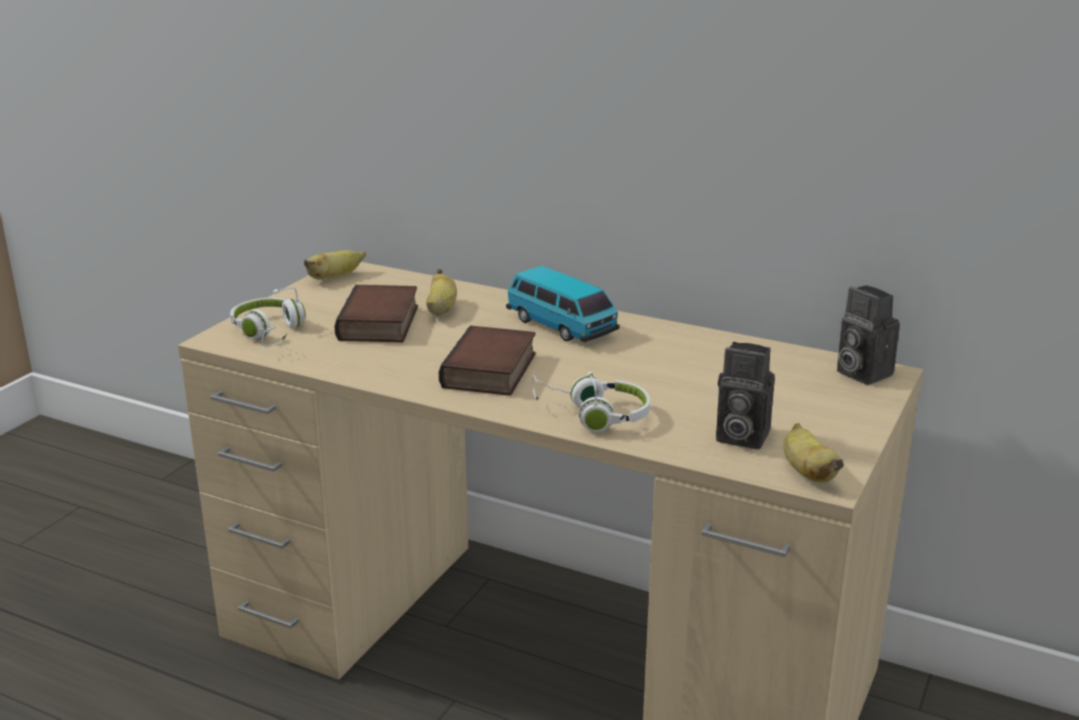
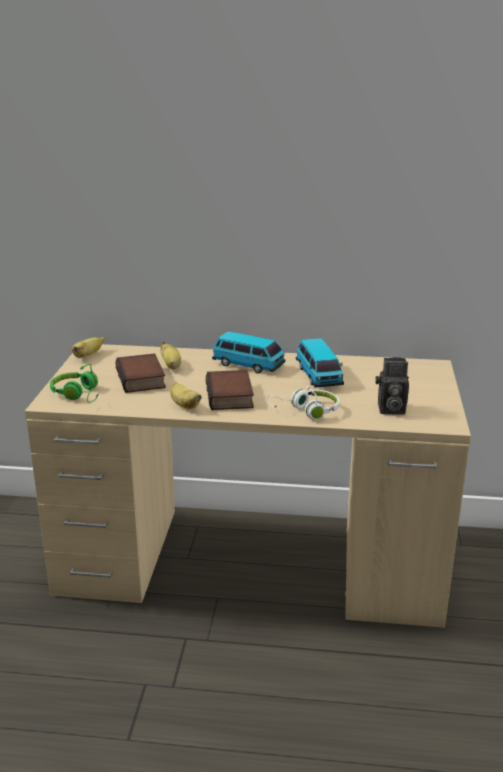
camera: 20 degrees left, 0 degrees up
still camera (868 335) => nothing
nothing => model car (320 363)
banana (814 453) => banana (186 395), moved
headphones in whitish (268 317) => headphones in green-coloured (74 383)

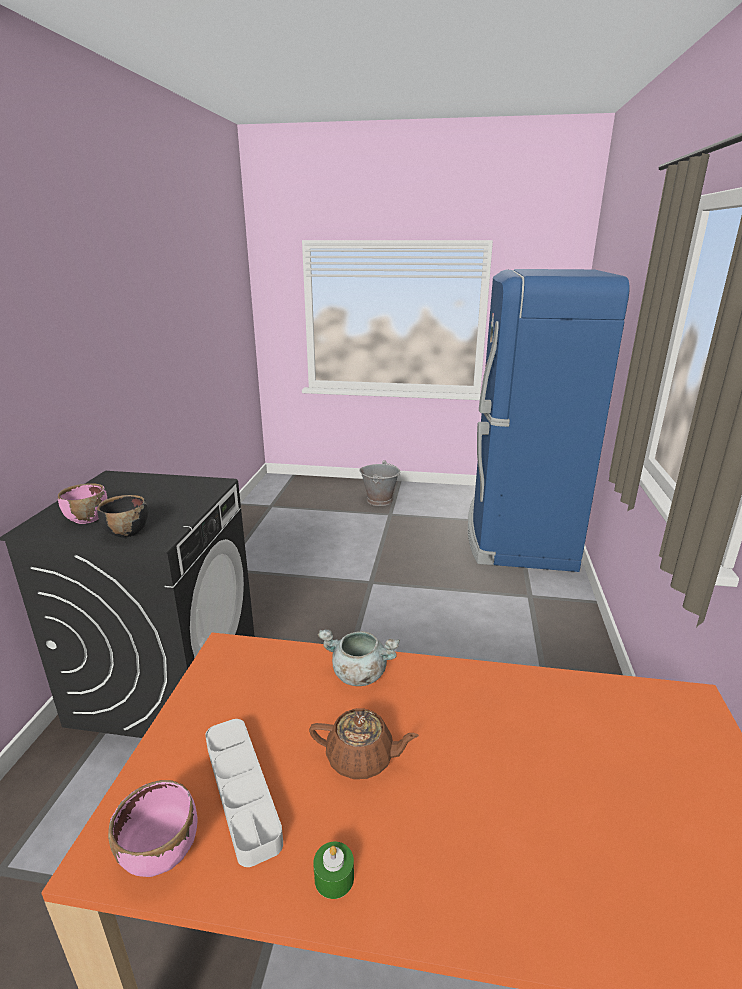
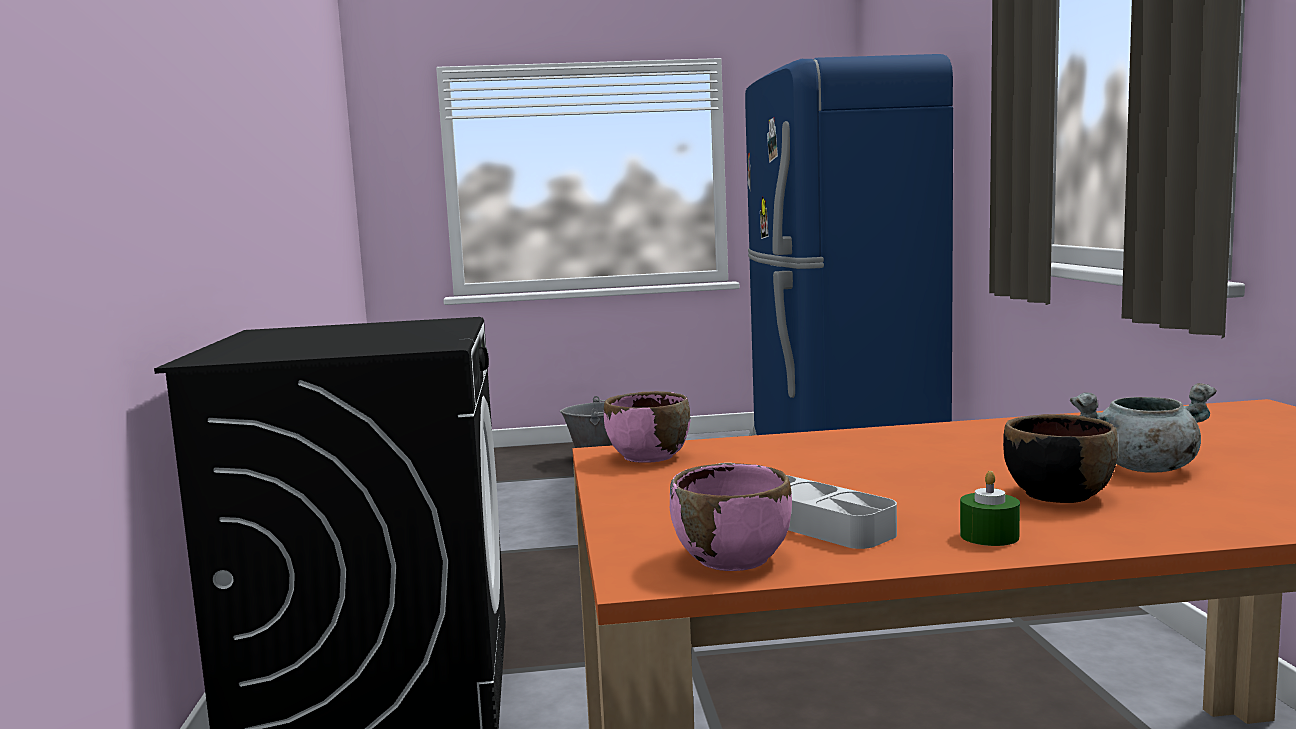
camera: 15 degrees left, 15 degrees down
teapot in brown (364 744) => nothing
serving bowl in pink-coloured (82 503) => serving bowl in pink-coloured (647 427), moved
serving bowl in blackish (122 516) => serving bowl in blackish (1060 458), moved
cooking pot in greyish (359 657) => cooking pot in greyish (1143 428), moved

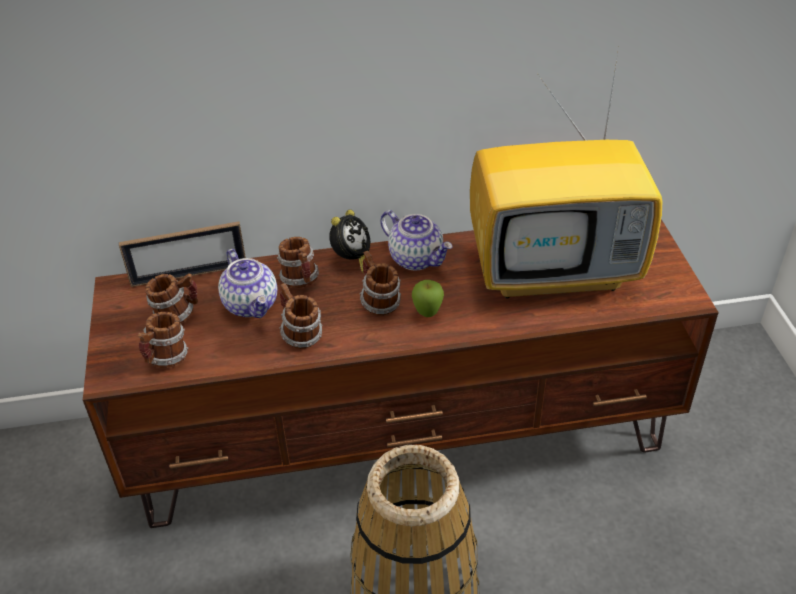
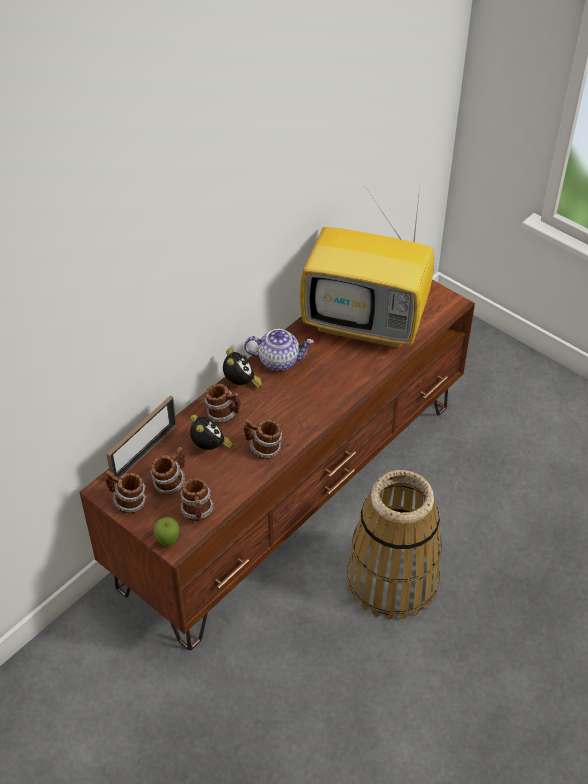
camera: 40 degrees left, 5 degrees up
mug (380 283) => mug (126 492), moved
apple fruit (428 298) => apple fruit (166 531), moved
teapot (247 283) => table clock (211 432)
TV (566 173) => TV (367 268), 60 degrees clockwise

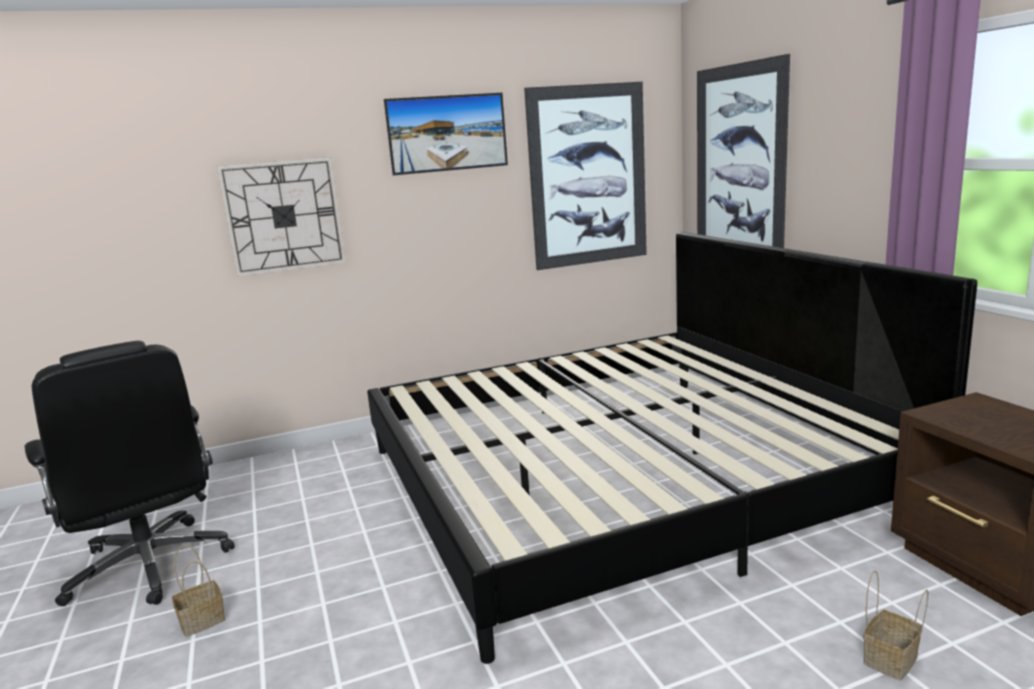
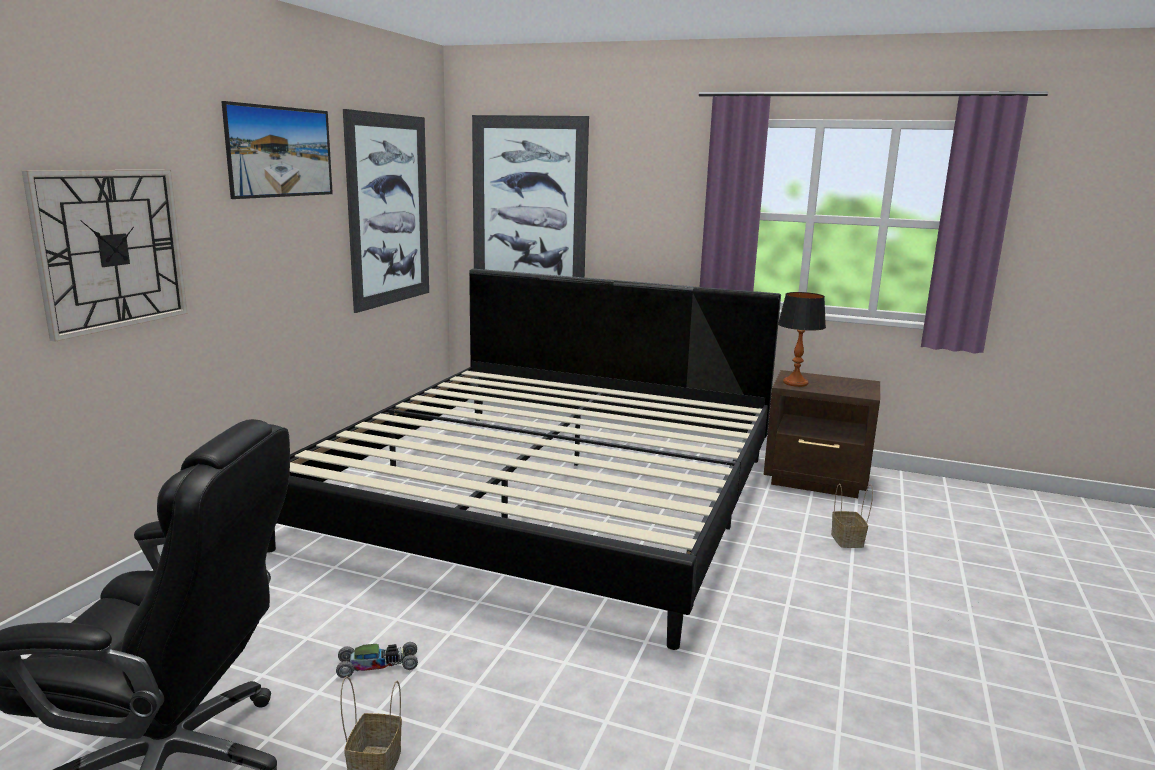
camera: 50 degrees left, 0 degrees up
nothing => model car (377 660)
nothing => tabletop lamp (802 339)

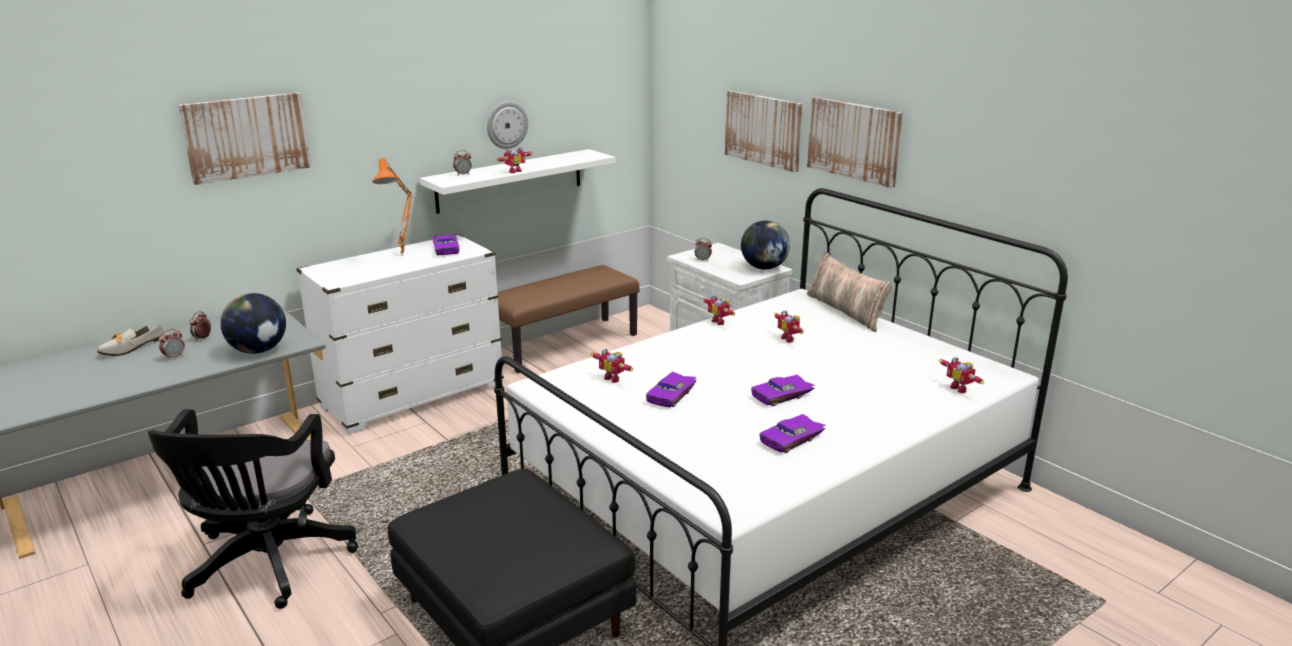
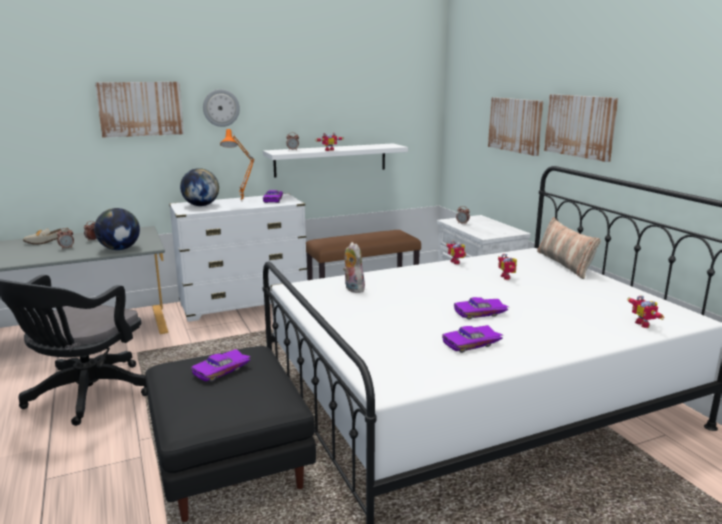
camera: 15 degrees right, 5 degrees down
hanging clock (507 125) => hanging clock (221 108), moved
model car in purple-coloured (671 389) => model car in purple-coloured (221 365), moved
desk globe (765 245) => desk globe (199 187), moved
robot figure (612 365) => plush toy (354 267)

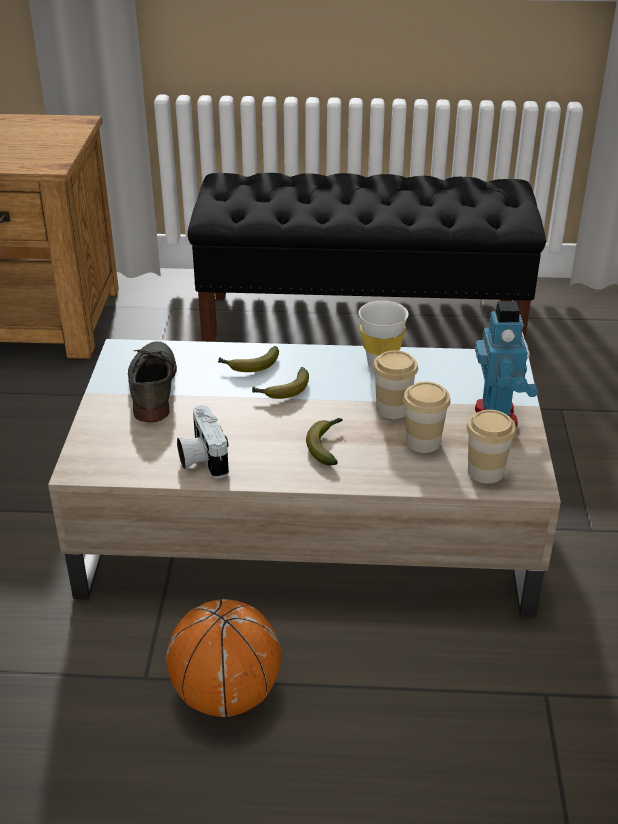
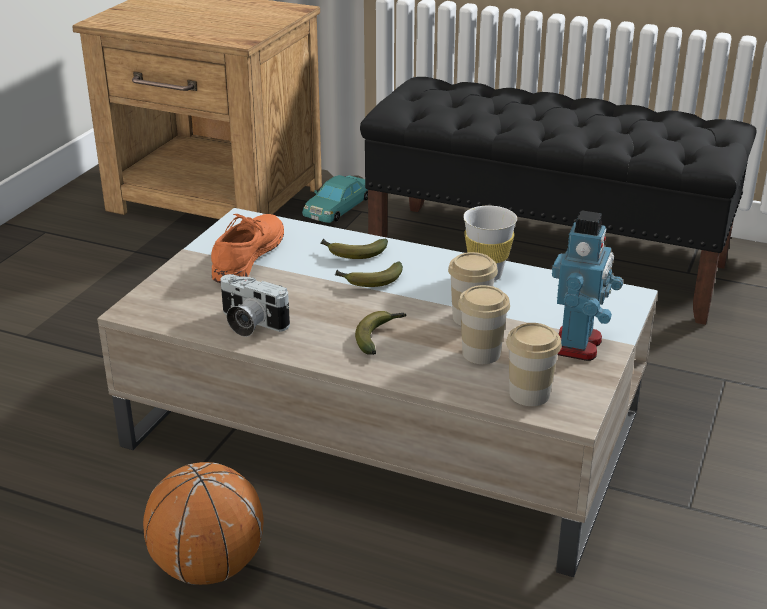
camera: 20 degrees right, 5 degrees down
nothing => model car in blue-green (335 199)
low shoe in greyish (152 382) => low shoe in orange-coloured (247 248)
still camera (203 441) => still camera (255 305), 60 degrees counterclockwise

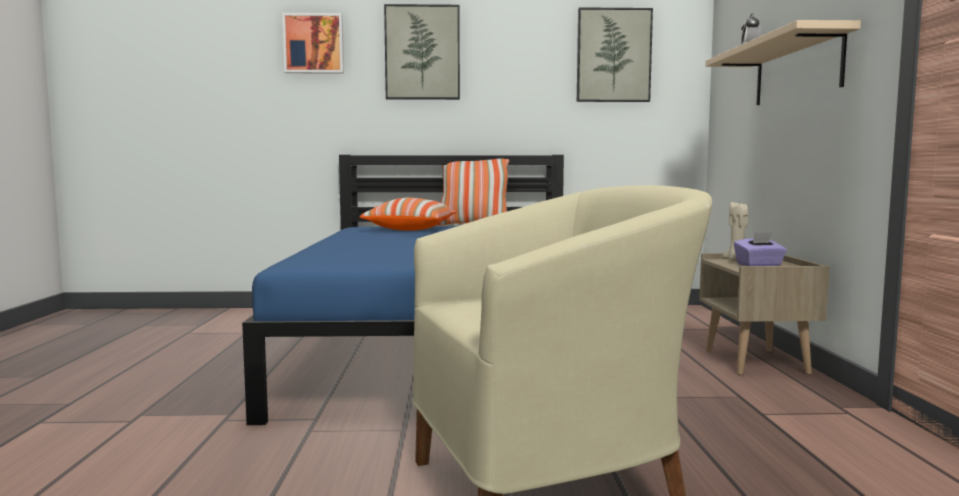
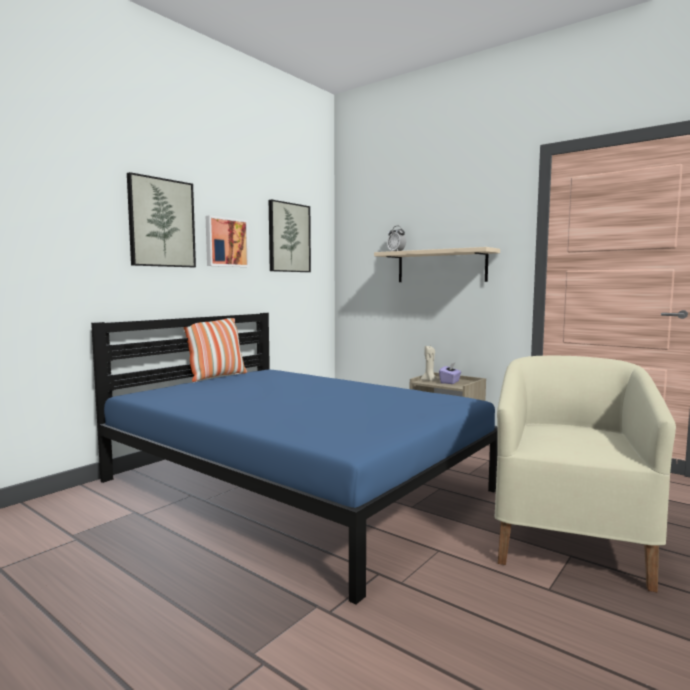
camera: 50 degrees left, 0 degrees up
pillow (408 214) => nothing
picture (313 43) => picture (227 241), moved

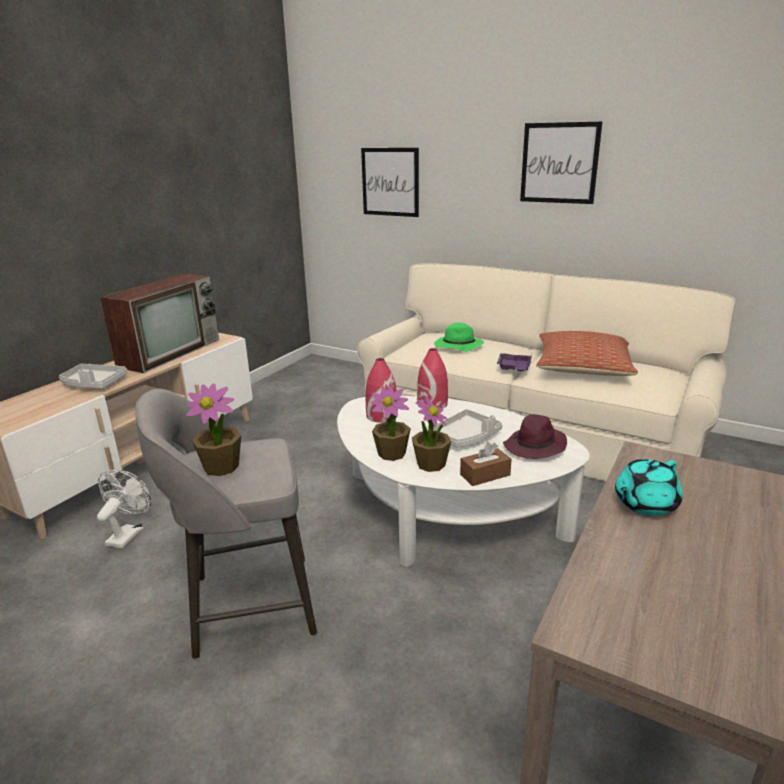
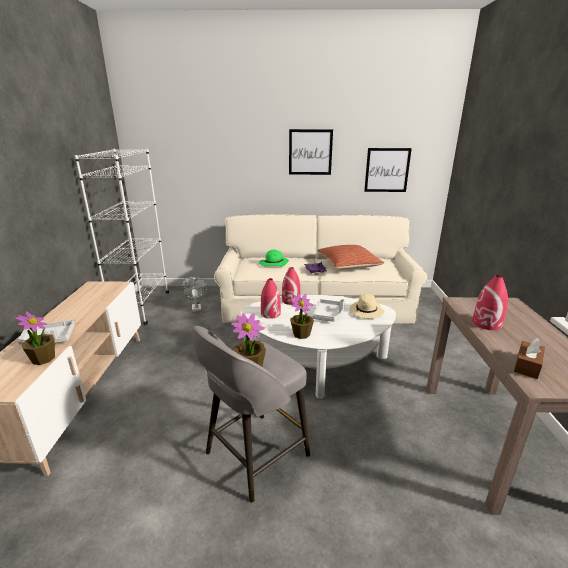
camera: 30 degrees left, 0 degrees up
TV (159 323) => nothing
nothing => shelving unit in whitish (122 237)
fan in whitish (124 509) => fan in whitish (194 294), moved
picture (390 182) => picture (388 170), moved
potted plant (431 434) => potted plant (35 338), moved
box of tissues in brown (486 464) => box of tissues in brown (529 358), moved
teapot in blue-green (649 487) => vase in red (490 302)
hat in purple-coloured (535 436) => hat in beige-coloured (367 306)

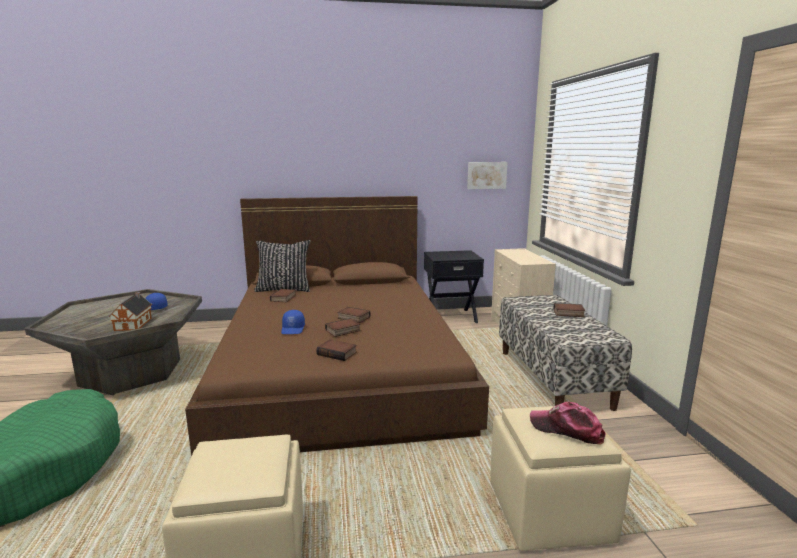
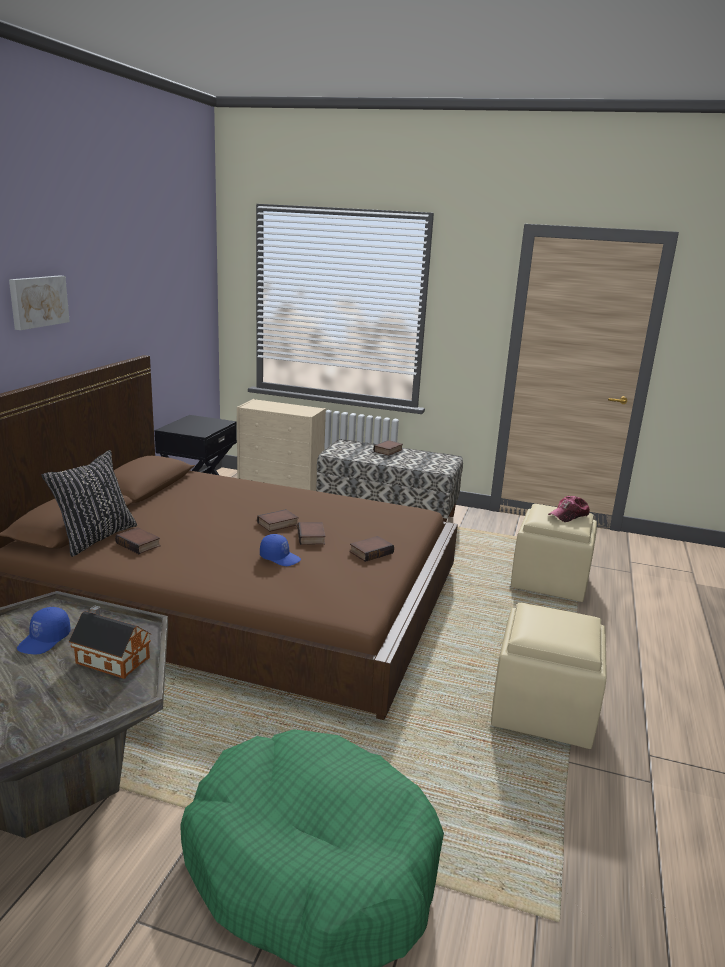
camera: 65 degrees left, 5 degrees up
picture (487 175) => picture (39 302), moved

